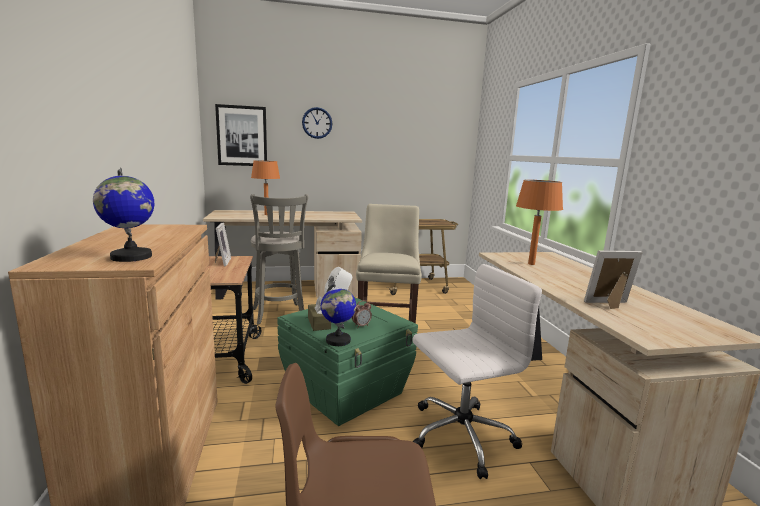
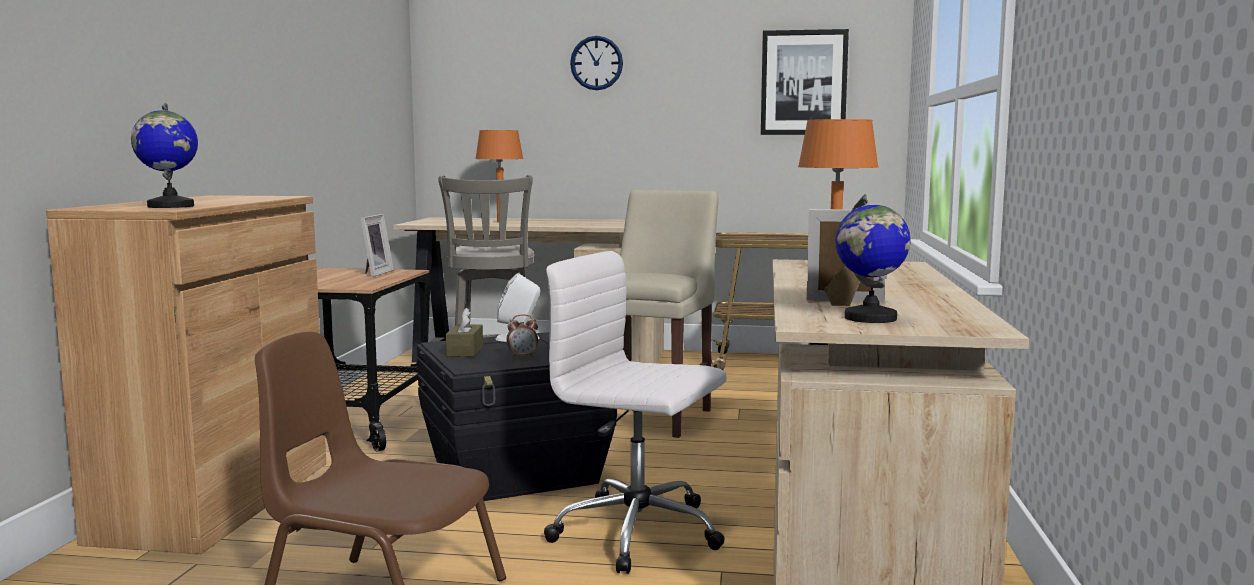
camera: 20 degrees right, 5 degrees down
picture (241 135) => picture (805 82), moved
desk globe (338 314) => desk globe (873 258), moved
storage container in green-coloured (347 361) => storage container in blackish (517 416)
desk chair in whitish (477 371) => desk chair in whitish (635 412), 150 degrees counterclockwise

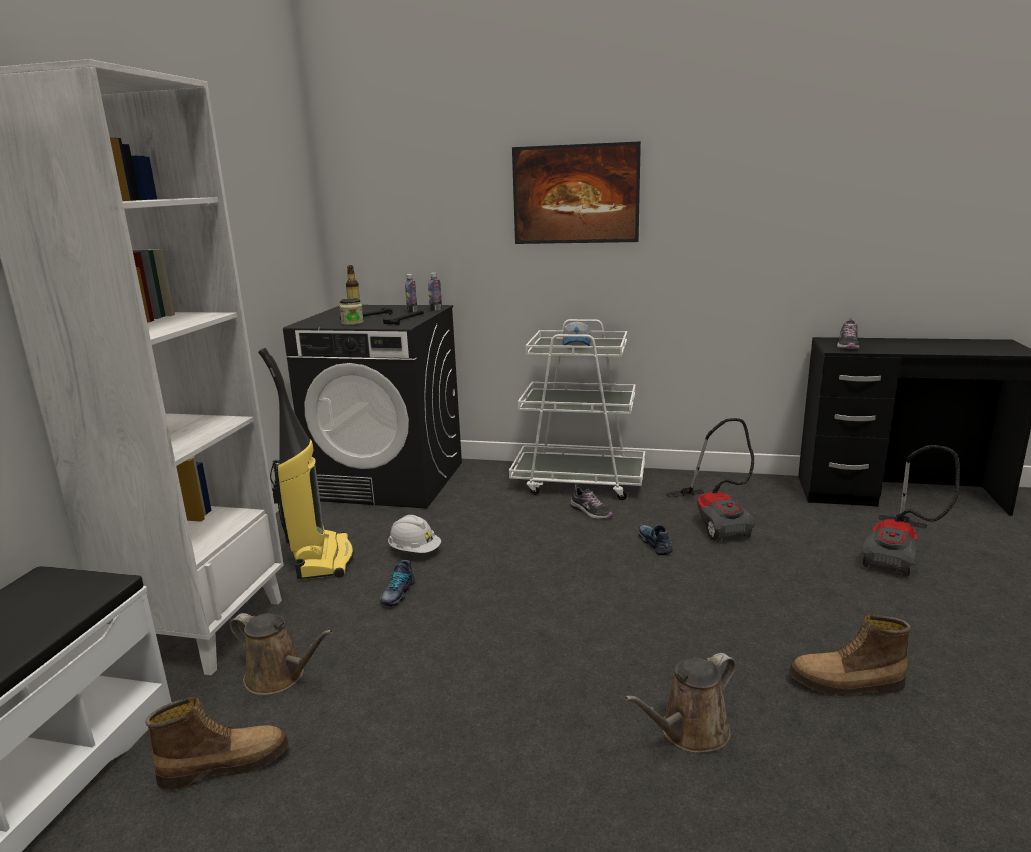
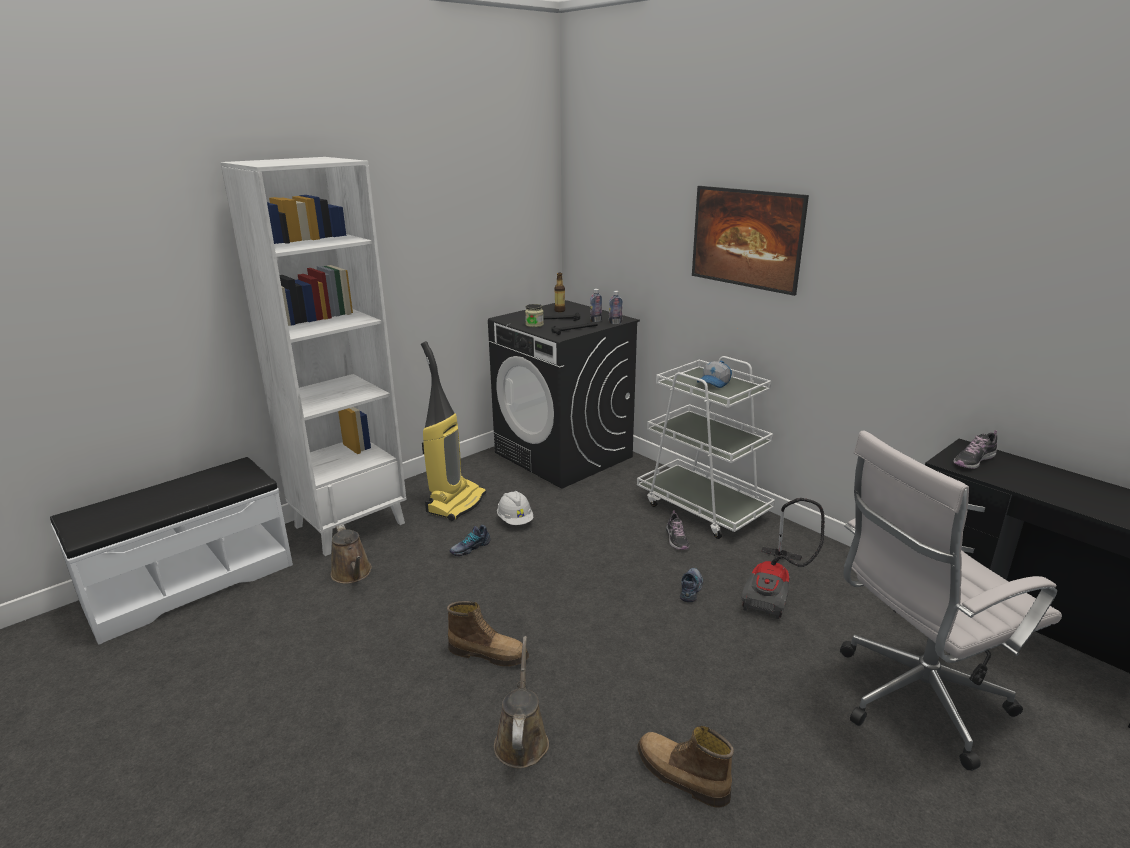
camera: 35 degrees right, 5 degrees up
high-top boot (217 743) => high-top boot (488 633), moved
vacuum (911 511) => desk chair in whitish (951 600)
watering pot in brown (680 703) => watering pot in brown (521 702), 90 degrees clockwise

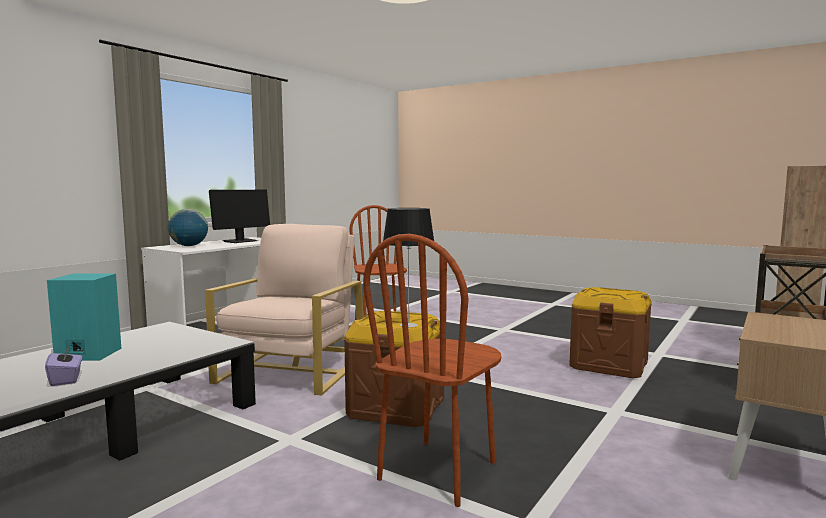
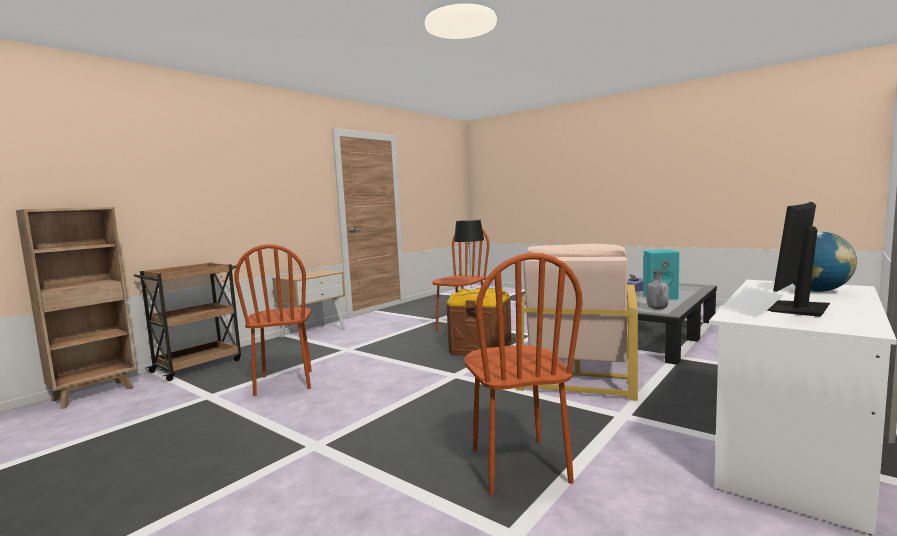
camera: 175 degrees left, 0 degrees up
nothing => beverage bottle in greyish (657 290)
storage container in brown (610 332) => chair in brown (273 320)

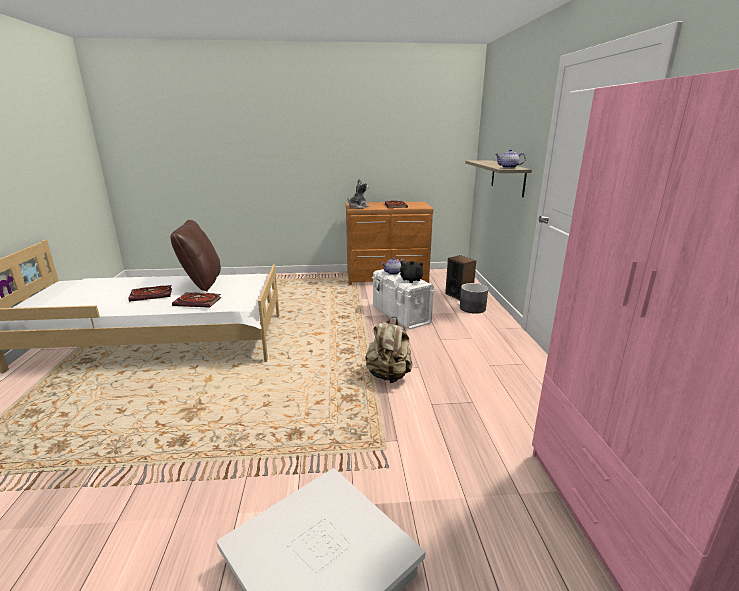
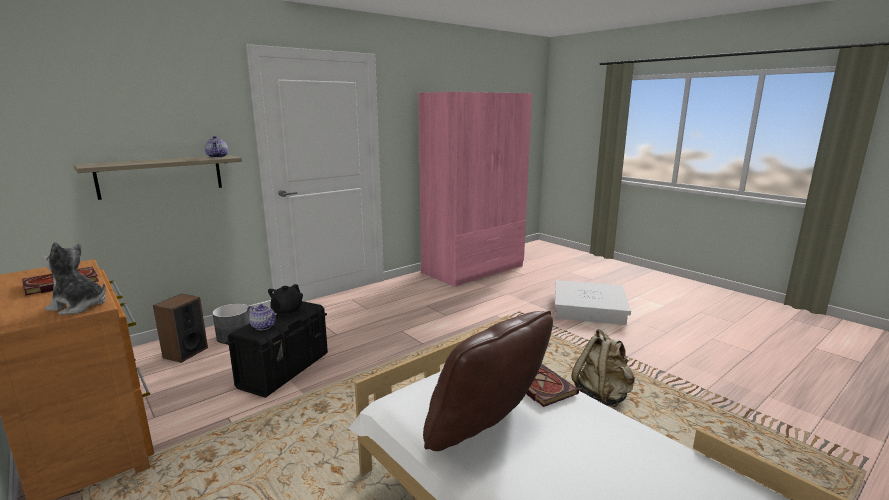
camera: 125 degrees left, 5 degrees down
bound book (150 293) => nothing
knapsack in beige-coloured (389 349) => knapsack in beige-coloured (603 368), moved
storage container in whitish (403 299) => storage container in blackish (277 349)

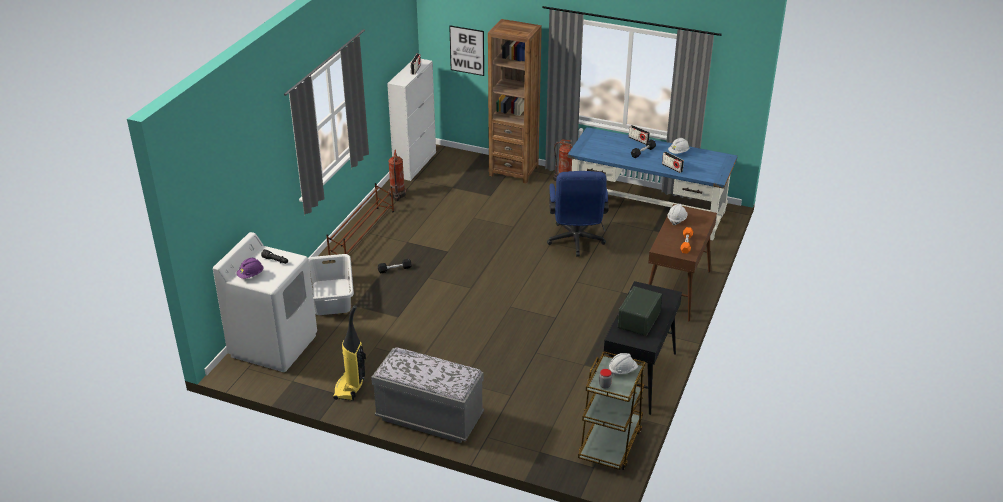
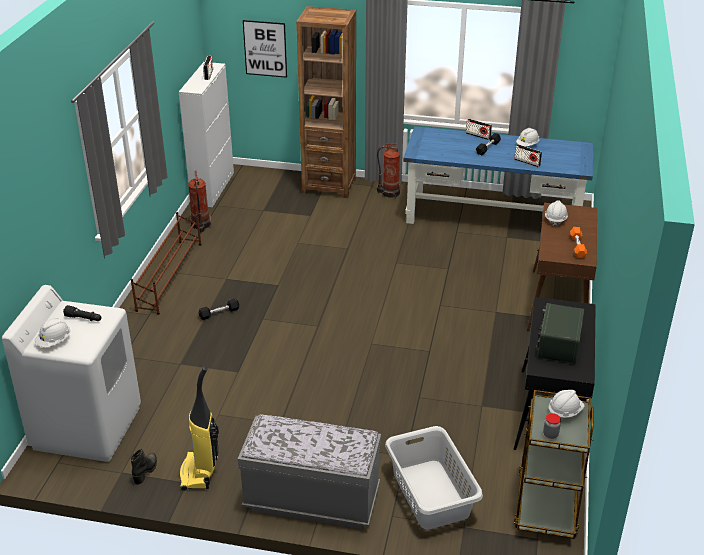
camera: 10 degrees left, 0 degrees up
desk chair in bluish (578 213) => nothing
nothing => high-top boot in blackish (143 467)
hamper in greyish (331 284) => hamper in greyish (434 478), moved
hard hat in purple-coloured (249 268) => hard hat in whitish (52 332)

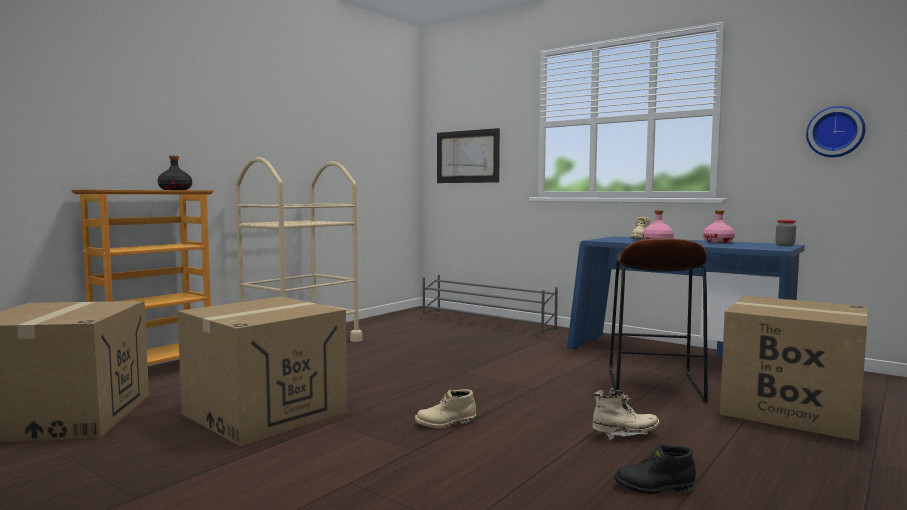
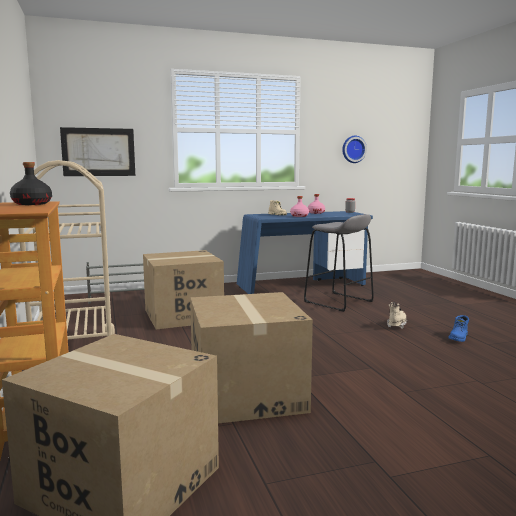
camera: 55 degrees left, 5 degrees up
high-top boot in beige-coloured (445 408) => nothing
carton (794 368) => carton (183 289), moved
sitting stool in brown (658 320) => sitting stool in greyish (339 263)
high-top boot in blackish (655 469) => high-top boot in bluish (458 328)

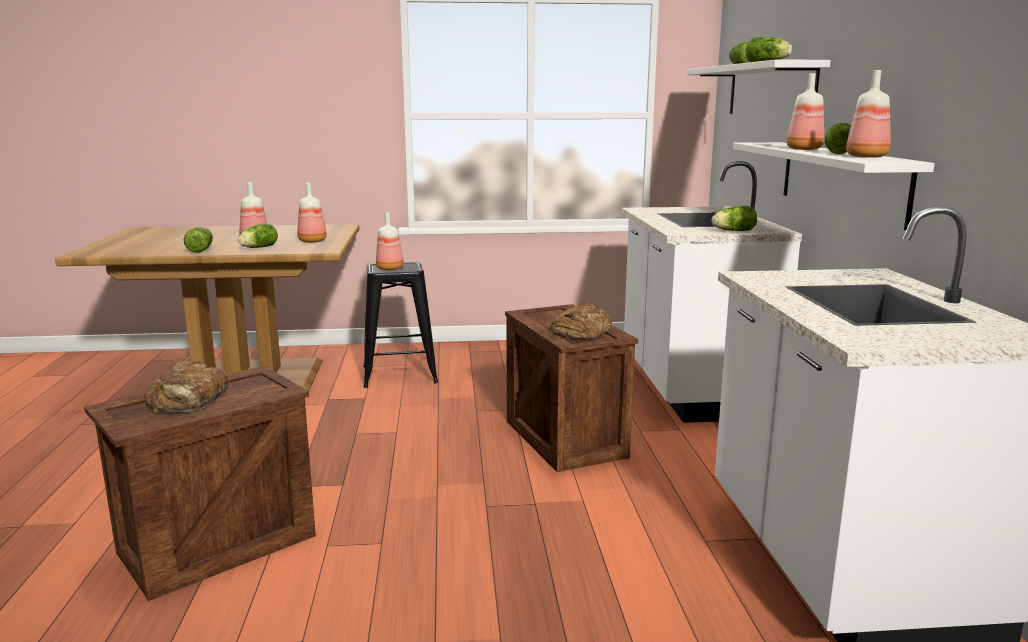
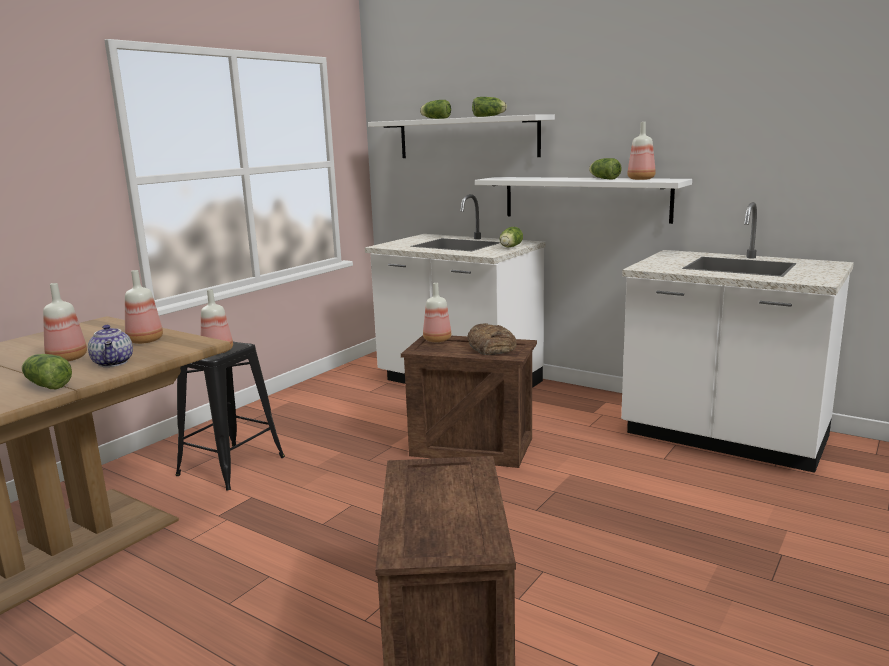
camera: 50 degrees left, 0 degrees up
bread (186 386) => nothing
beverage bottle (805 111) => beverage bottle (437 312), moved
lettuce (258 235) => teapot (110 346)

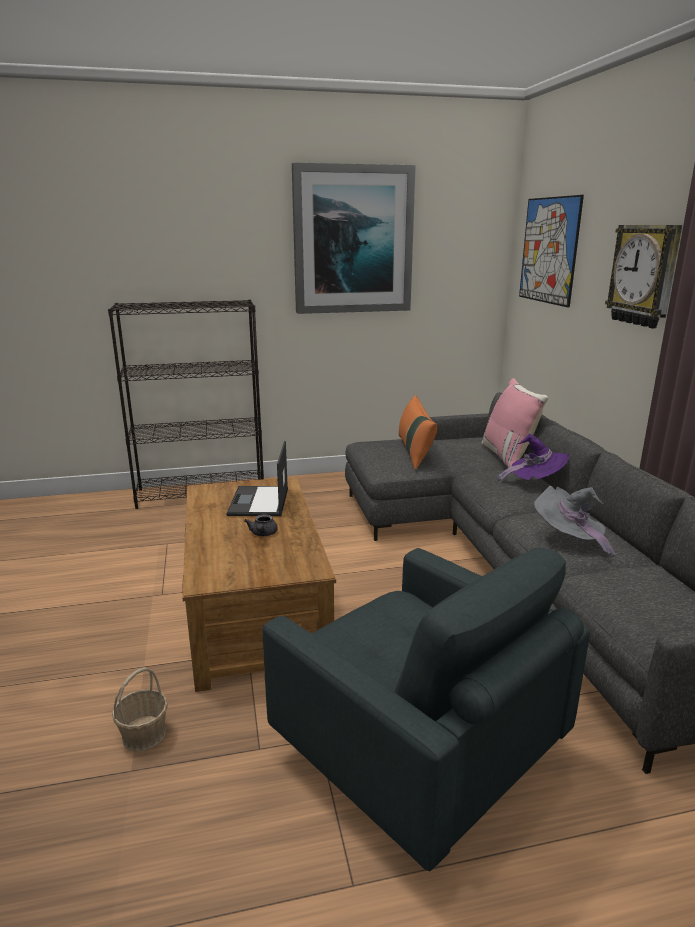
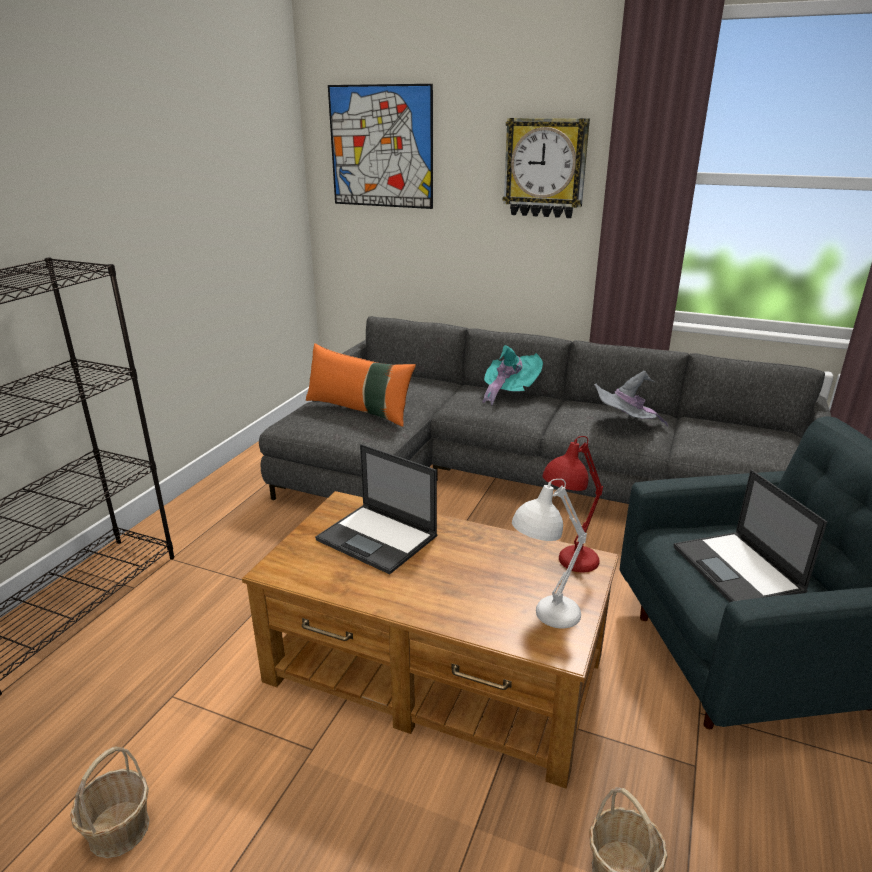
camera: 55 degrees left, 5 degrees up
teapot in greyish (261 525) => nothing
picture (354 238) => nothing
pillow in pink-coloured (514 425) => nothing
nothing => storage basket (110 802)
nothing => tabletop lamp in whitish (549 553)
nothing => tabletop lamp in red (572 504)
nothing => notebook computer (750 536)
hat in purple-coloured (533 458) => hat in blue-green (512 375)

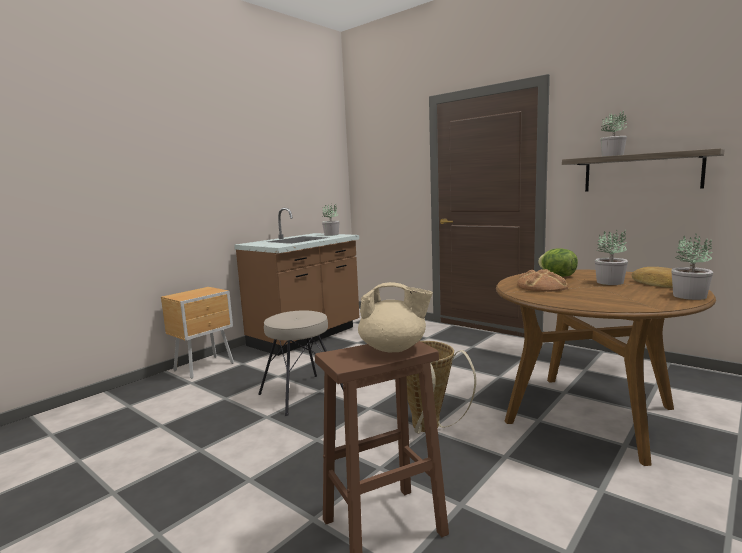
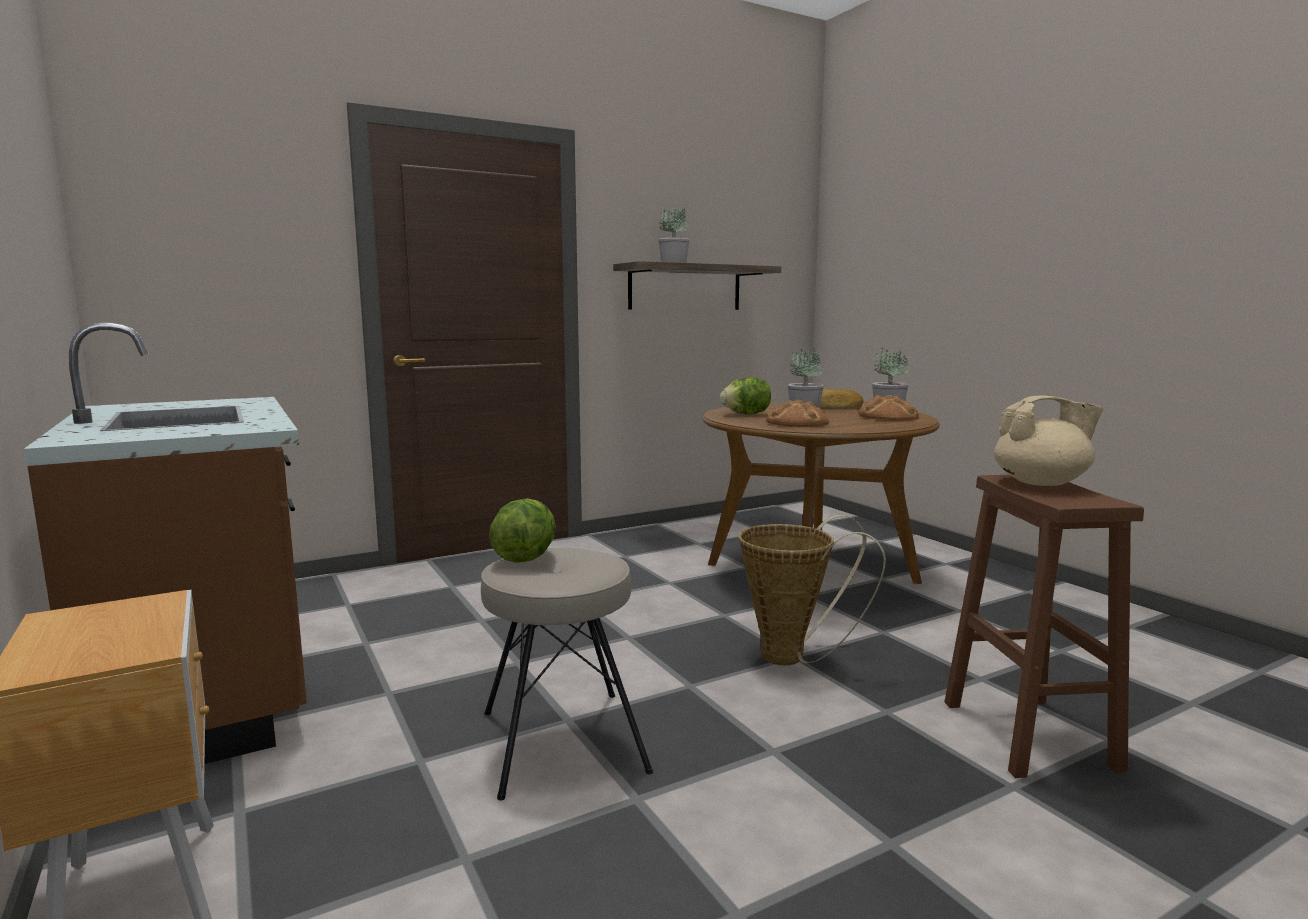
camera: 70 degrees left, 0 degrees up
potted plant (331 220) => nothing
nothing => lettuce (522 530)
nothing => bread (888 407)
teapot in beige-coloured (395 317) => teapot in beige-coloured (1049 441), 60 degrees clockwise

